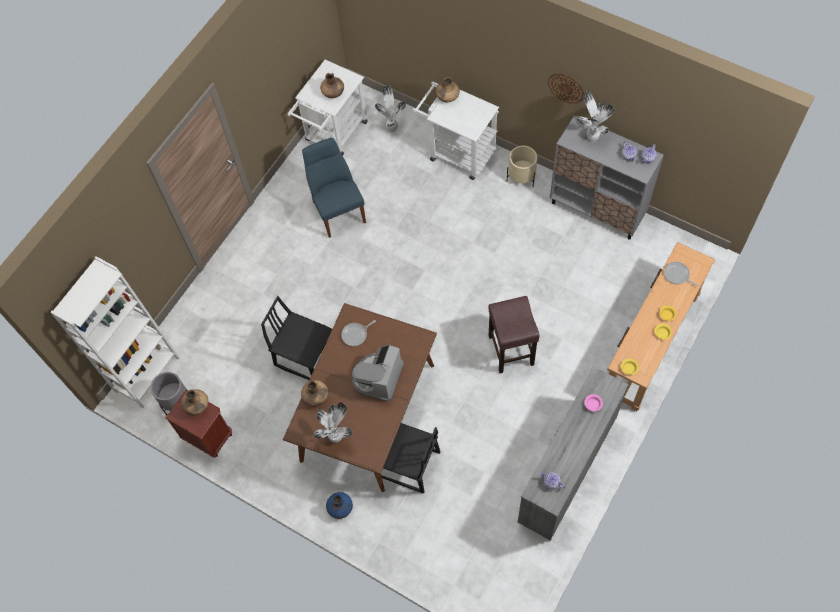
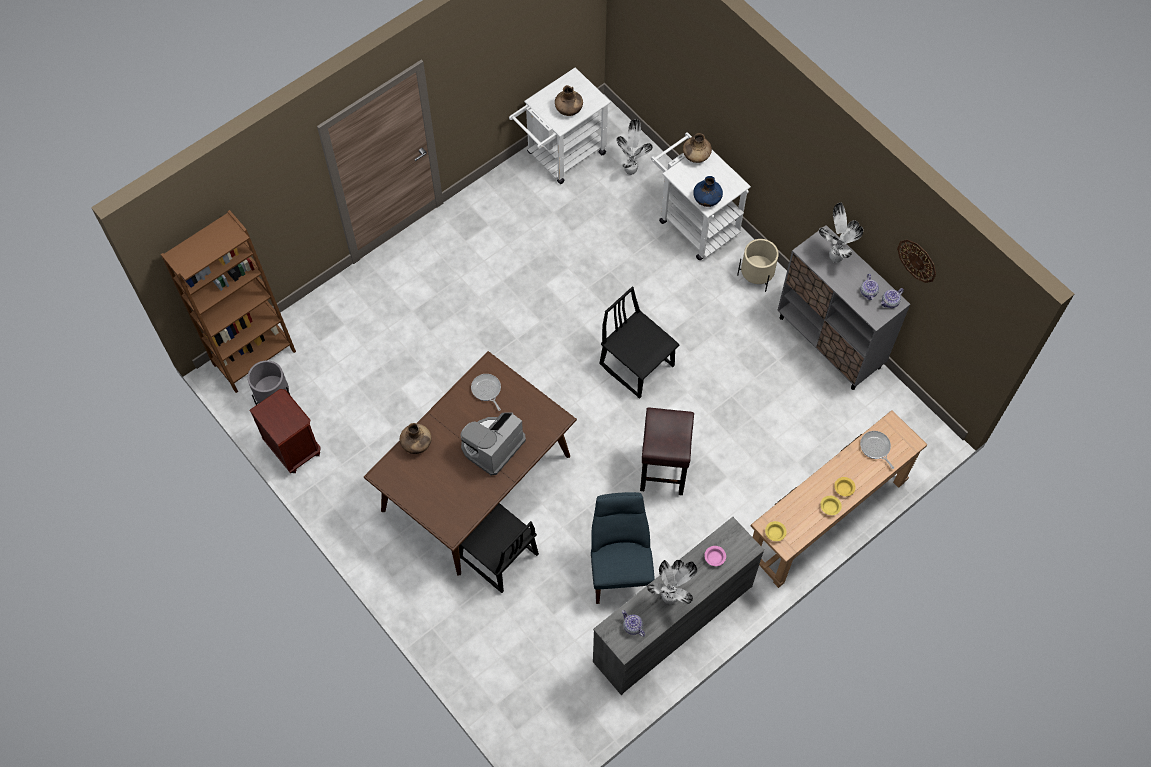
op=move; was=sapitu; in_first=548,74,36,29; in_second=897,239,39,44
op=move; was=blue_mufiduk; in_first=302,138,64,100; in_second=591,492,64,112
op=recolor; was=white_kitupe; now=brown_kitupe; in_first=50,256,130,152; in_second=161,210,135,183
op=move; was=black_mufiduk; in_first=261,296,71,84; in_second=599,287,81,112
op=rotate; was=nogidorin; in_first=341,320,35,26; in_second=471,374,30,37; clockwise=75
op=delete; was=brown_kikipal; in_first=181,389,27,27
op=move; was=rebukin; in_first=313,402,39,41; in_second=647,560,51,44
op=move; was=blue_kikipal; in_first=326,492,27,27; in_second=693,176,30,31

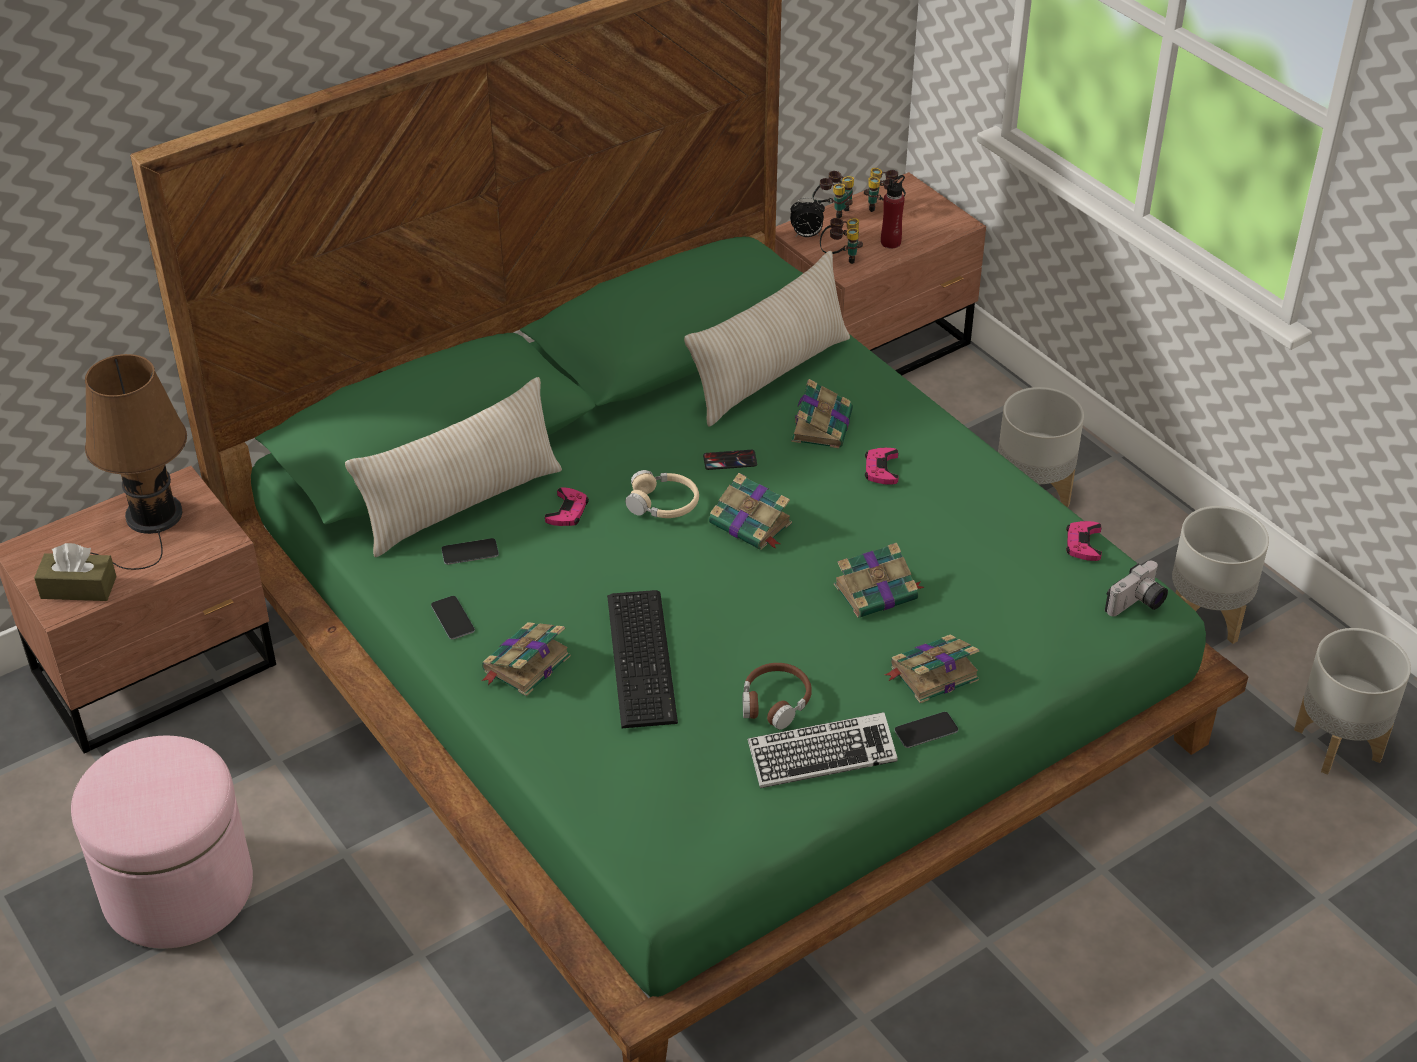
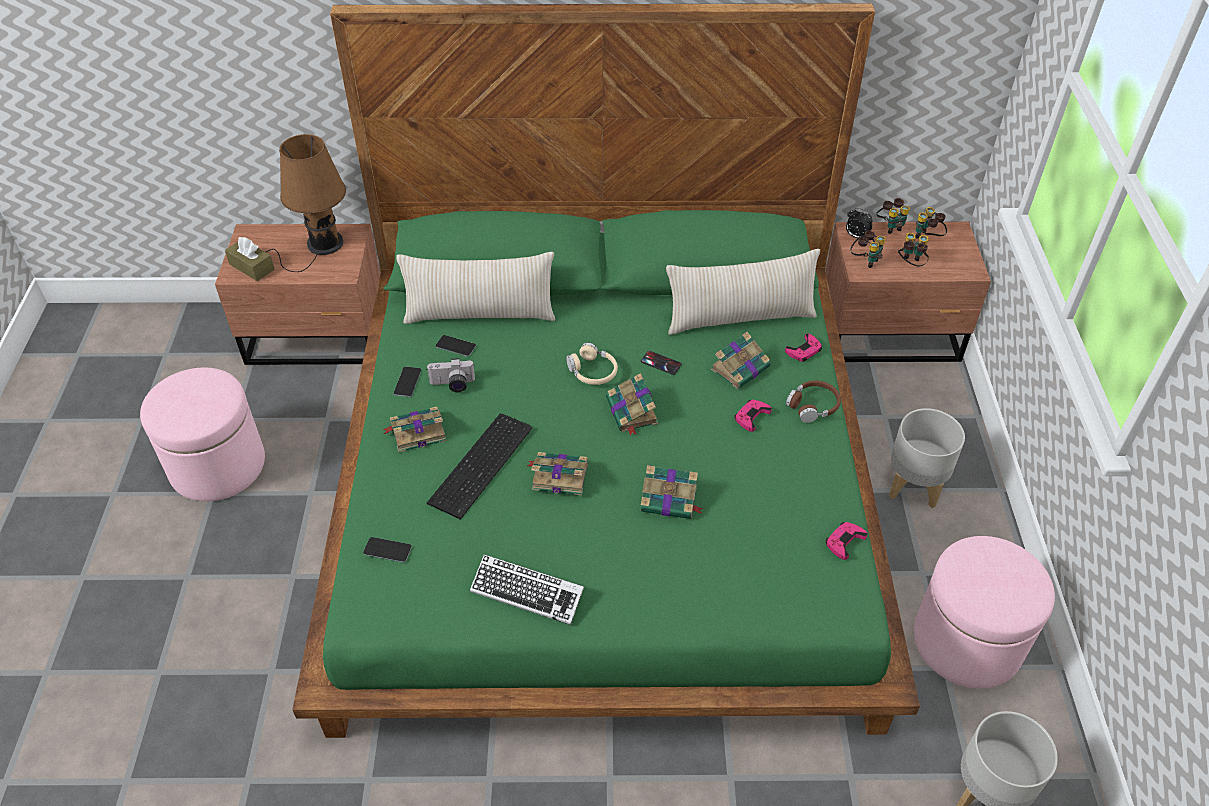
op=replace; was=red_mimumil; now=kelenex; in_first=881,175,24,73; in_second=898,233,31,34
op=move; was=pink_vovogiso; in_first=545,487,44,39; in_second=785,333,37,29
op=replace; was=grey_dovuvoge; now=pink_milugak; in_first=1172,506,97,138; in_second=914,536,141,152
op=move; was=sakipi; in_first=1105,561,63,55; in_second=426,358,49,34
op=move; was=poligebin; in_first=884,635,96,68; in_second=527,452,61,43
op=move; was=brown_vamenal; in_first=743,663,69,67; in_second=786,380,55,43
op=move; was=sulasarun; in_first=894,712,64,36; in_second=363,537,49,25

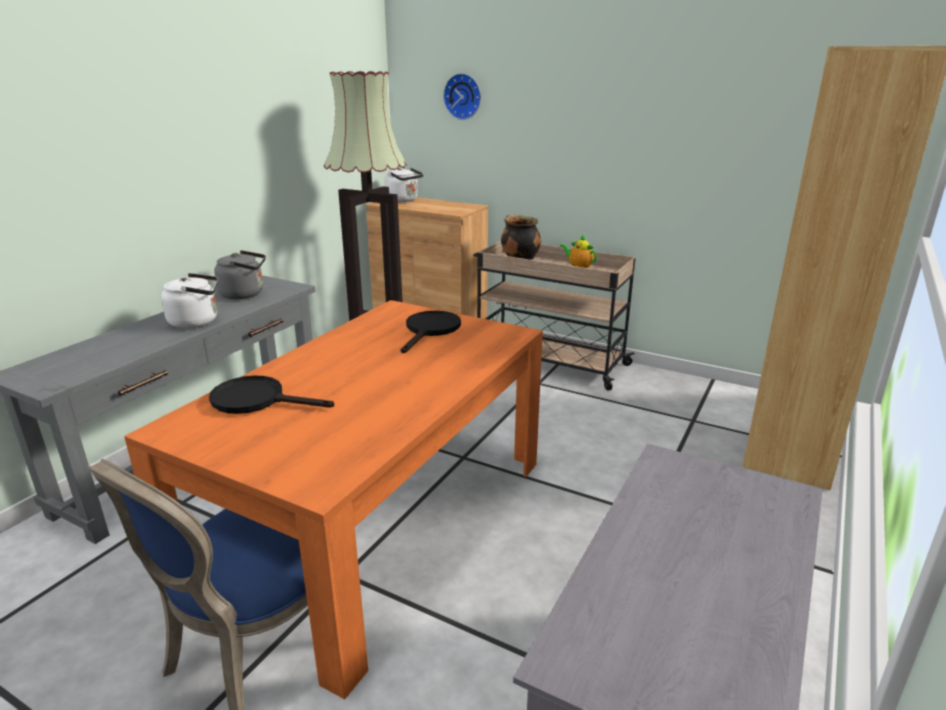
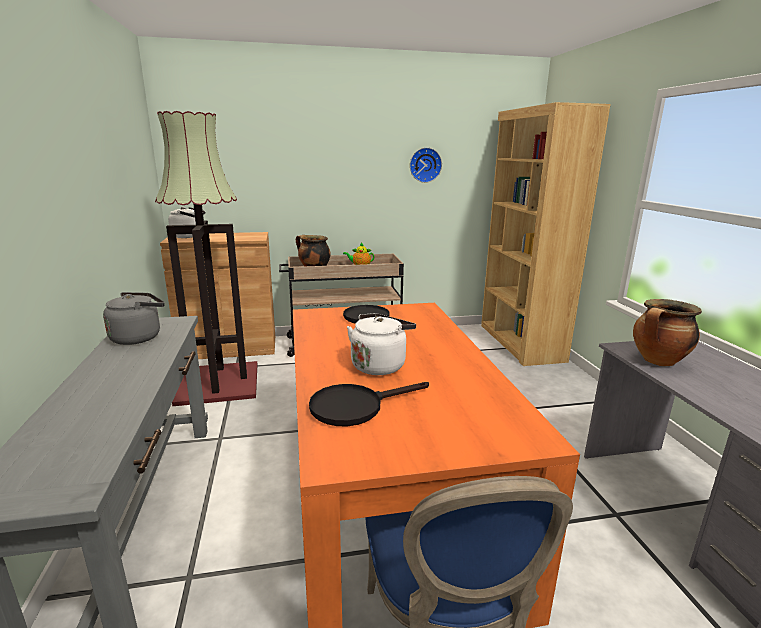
op=move; was=sapitu; in_first=443,73,38,47; in_second=410,147,32,36
op=move; was=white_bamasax; in_first=161,273,57,55; in_second=347,313,69,62
op=insert; now=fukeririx; in_second=633,299,69,67

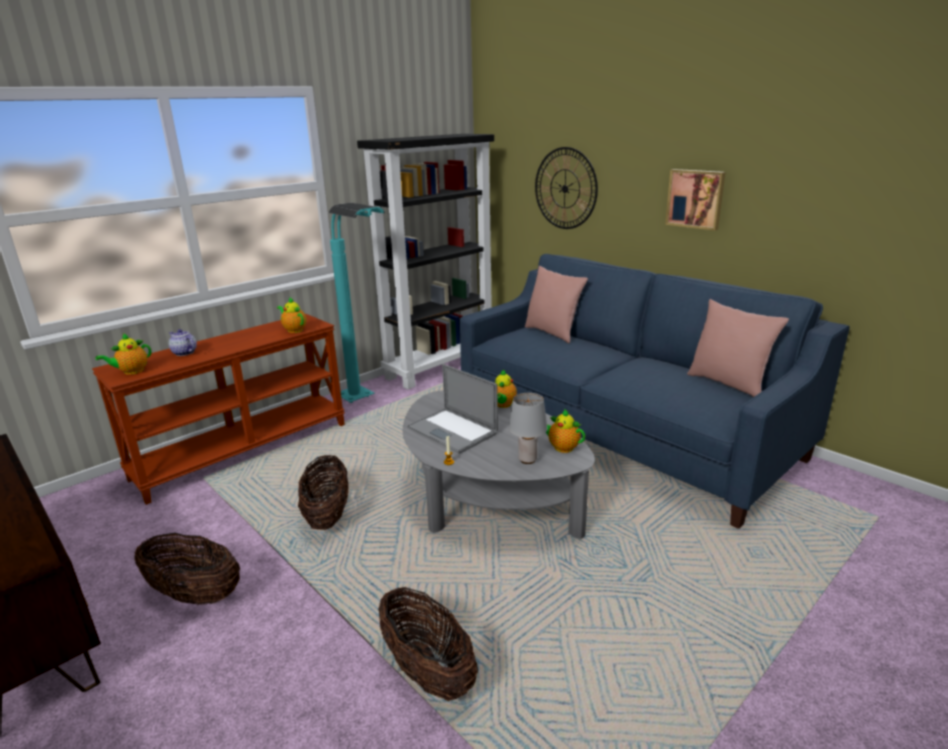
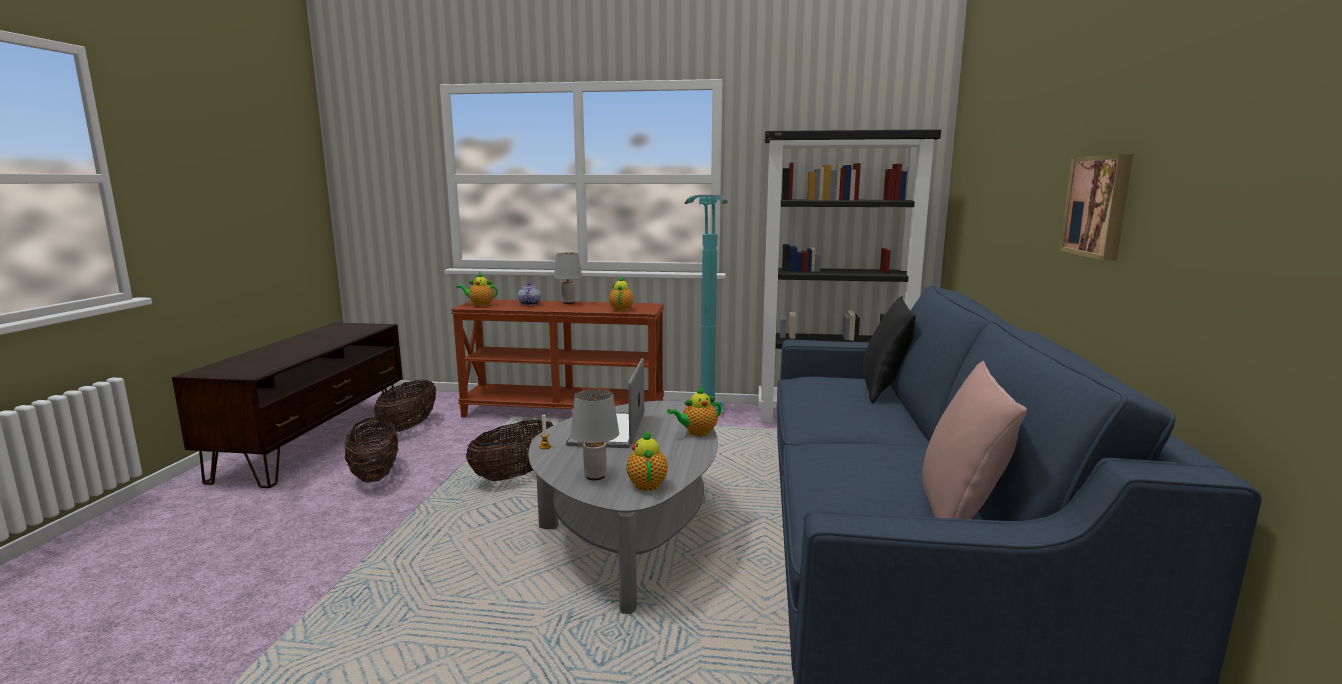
op=delete; was=sapitu; in_first=535,147,63,82
op=recolor; was=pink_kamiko; now=black_kamiko; in_first=525,265,63,78; in_second=863,296,53,107
op=move; was=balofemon; in_first=378,587,100,114; in_second=374,380,62,52
op=insert; now=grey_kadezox; in_second=554,253,28,51

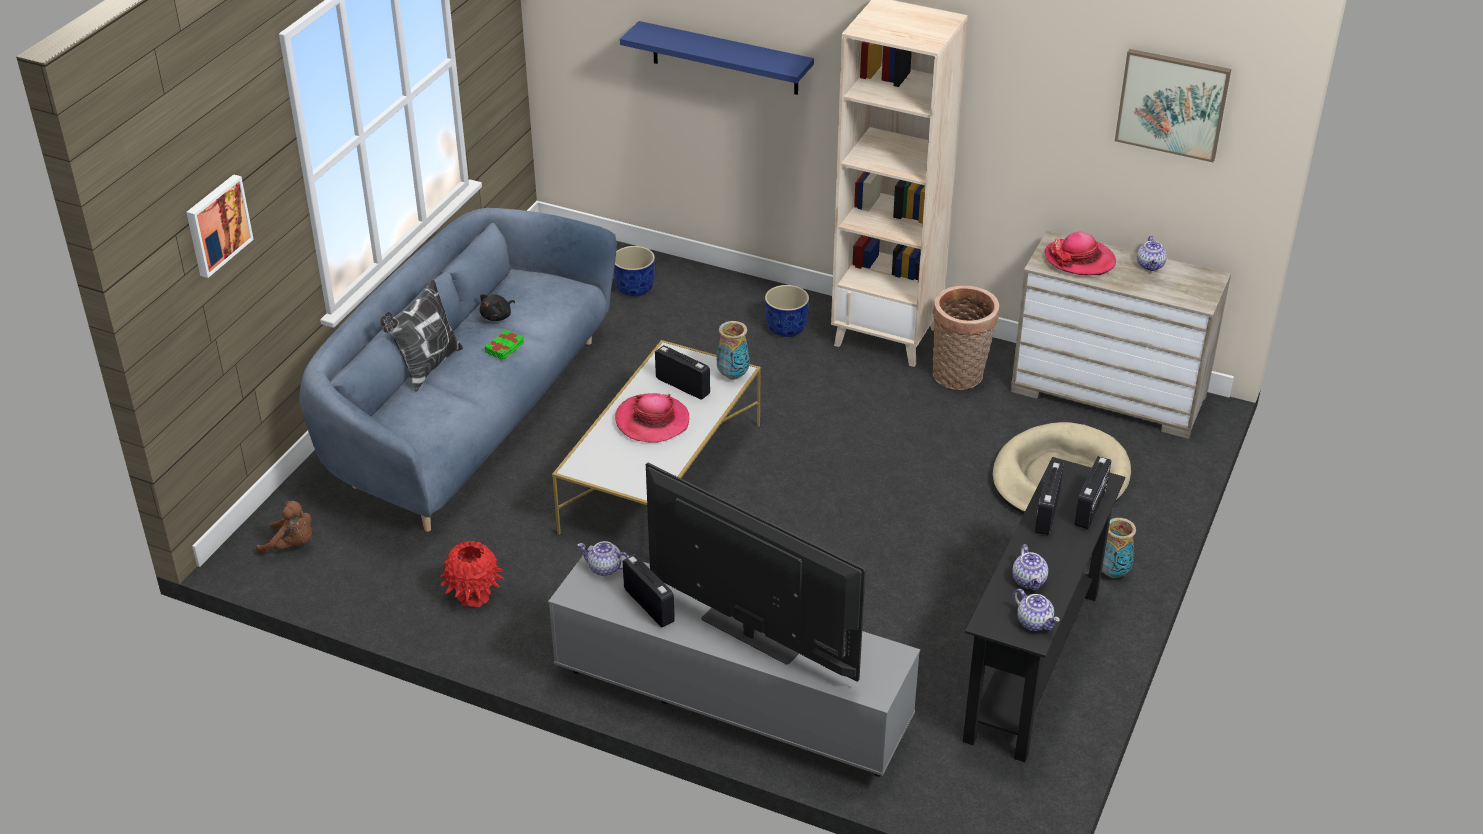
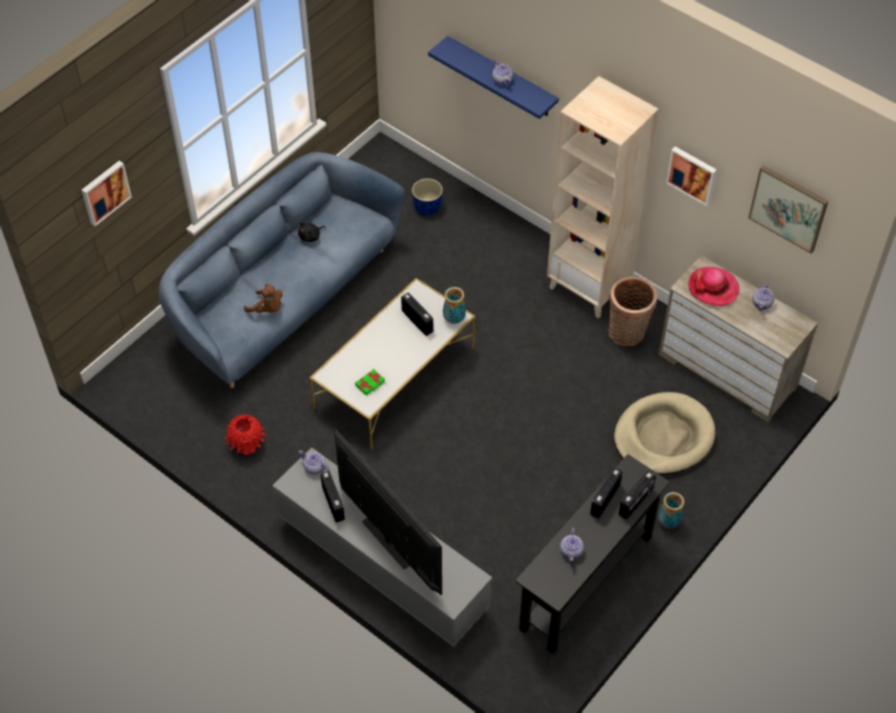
op=delete; was=kamiko; in_first=380,279,83,113
op=delete; was=blue_dovuvoge; in_first=765,285,44,52
op=move; was=green_poligebin; in_first=485,329,39,31; in_second=355,369,30,26
op=delete; was=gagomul; in_first=615,393,74,49
op=move; was=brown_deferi; in_first=256,501,56,54; in_second=244,284,39,29
op=move; was=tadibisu; in_first=1014,589,46,42; in_second=492,60,21,26
op=insert; now=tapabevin; in_second=666,147,51,59

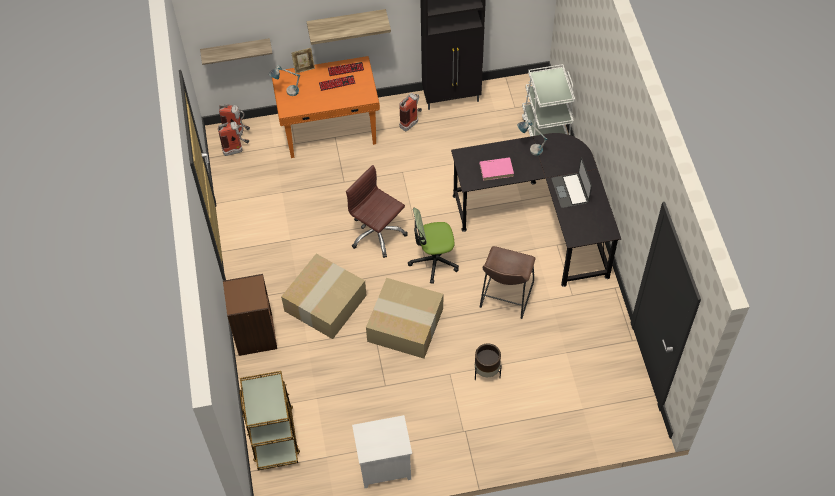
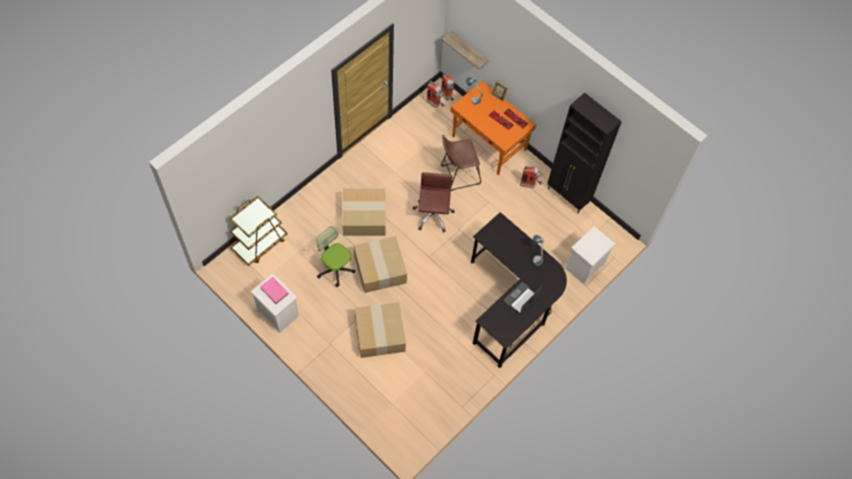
op=delete; was=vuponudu; in_first=307,9,84,36
op=replace; was=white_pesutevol; now=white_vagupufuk; in_first=522,64,53,73; in_second=565,226,50,58
op=move; was=pink_poligebin; in_first=479,157,35,24; in_second=260,277,29,27
op=move; was=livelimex; in_first=408,208,51,76; in_second=317,226,38,61
op=move; was=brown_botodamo; in_first=480,246,56,73; in_second=441,135,40,56
op=delete; was=brown_kitupe; in_first=223,274,54,82
op=replace; was=brown_dovuvoge; now=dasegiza; in_first=475,343,27,37; in_second=354,302,52,56

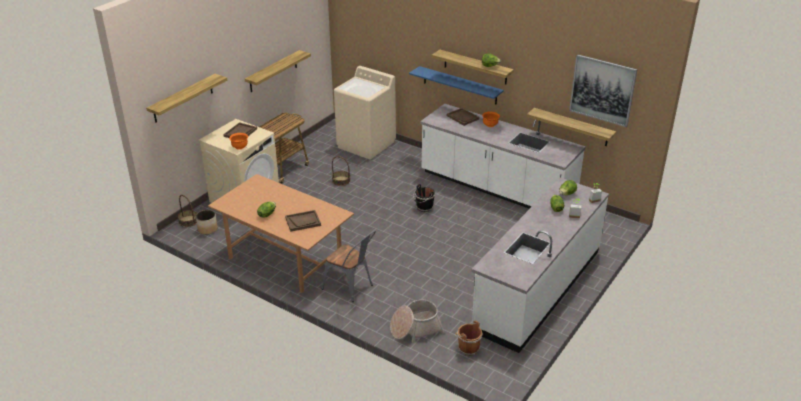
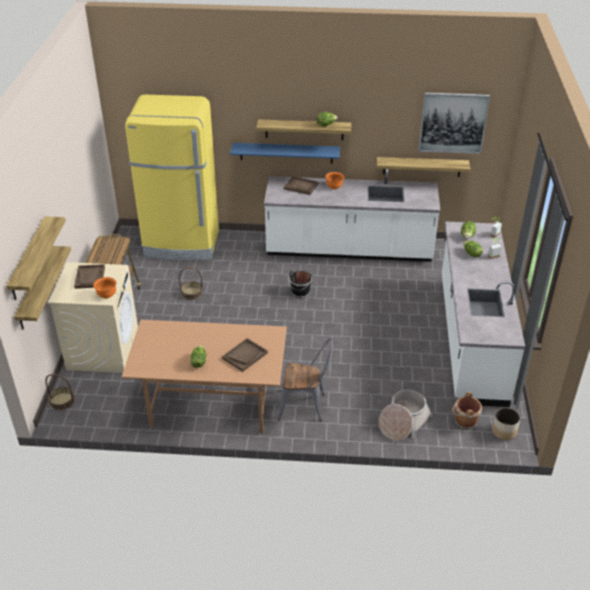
op=move; was=vuponudu; in_first=245,50,66,42; in_second=14,246,57,84
op=replace; was=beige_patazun; now=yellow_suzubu; in_first=334,66,62,93; in_second=125,94,94,167
op=move; was=dovuvoge; in_first=196,210,22,25; in_second=492,407,28,33

